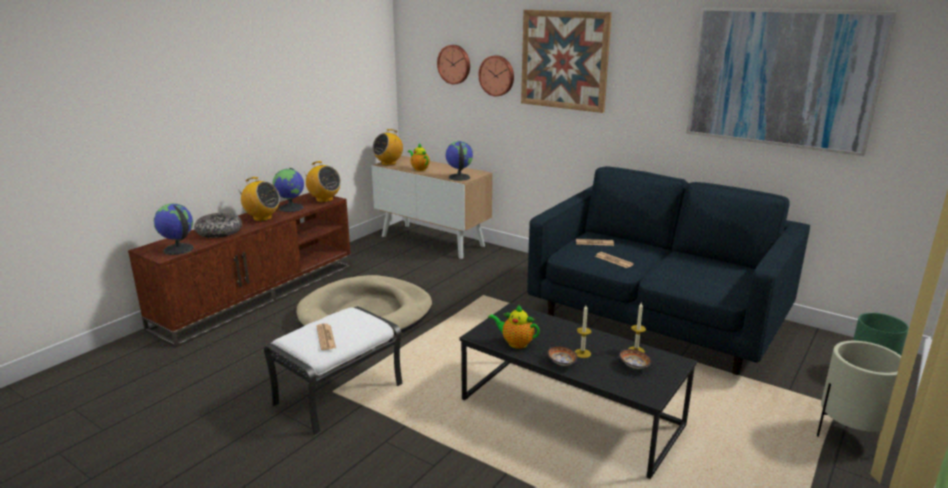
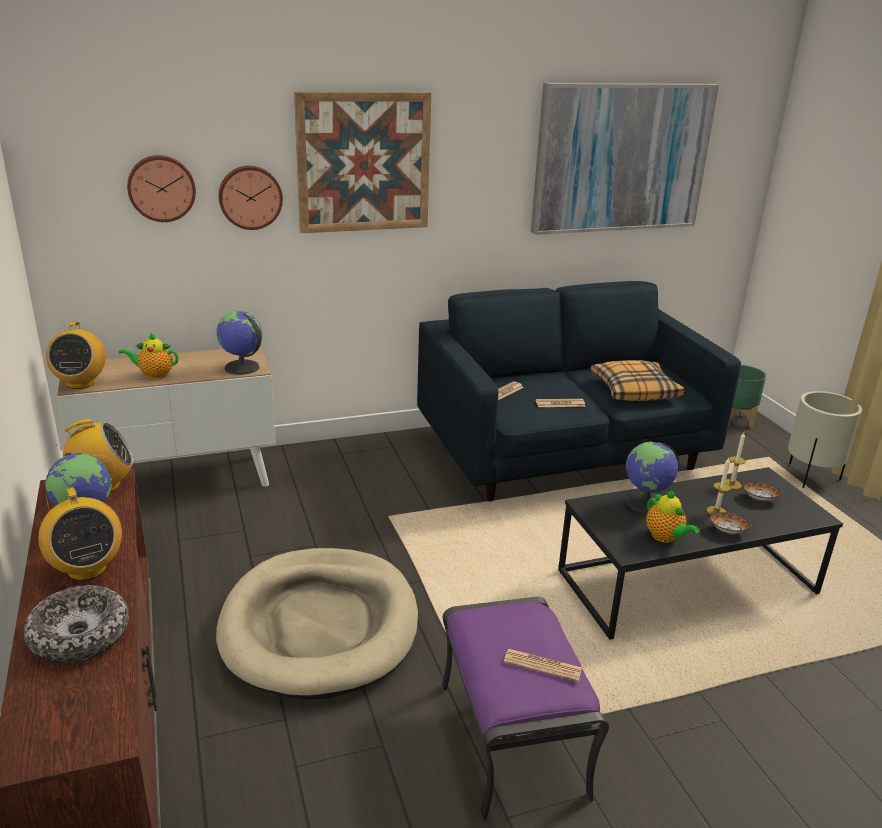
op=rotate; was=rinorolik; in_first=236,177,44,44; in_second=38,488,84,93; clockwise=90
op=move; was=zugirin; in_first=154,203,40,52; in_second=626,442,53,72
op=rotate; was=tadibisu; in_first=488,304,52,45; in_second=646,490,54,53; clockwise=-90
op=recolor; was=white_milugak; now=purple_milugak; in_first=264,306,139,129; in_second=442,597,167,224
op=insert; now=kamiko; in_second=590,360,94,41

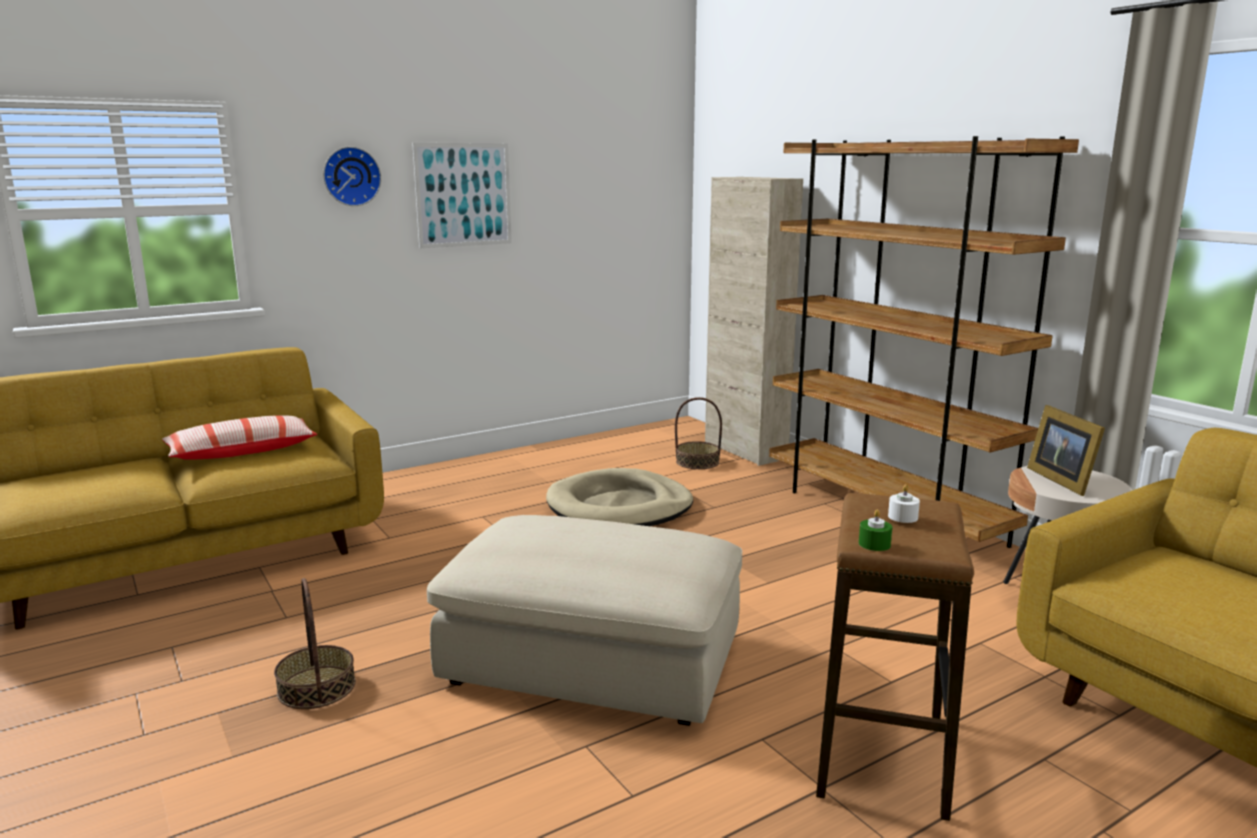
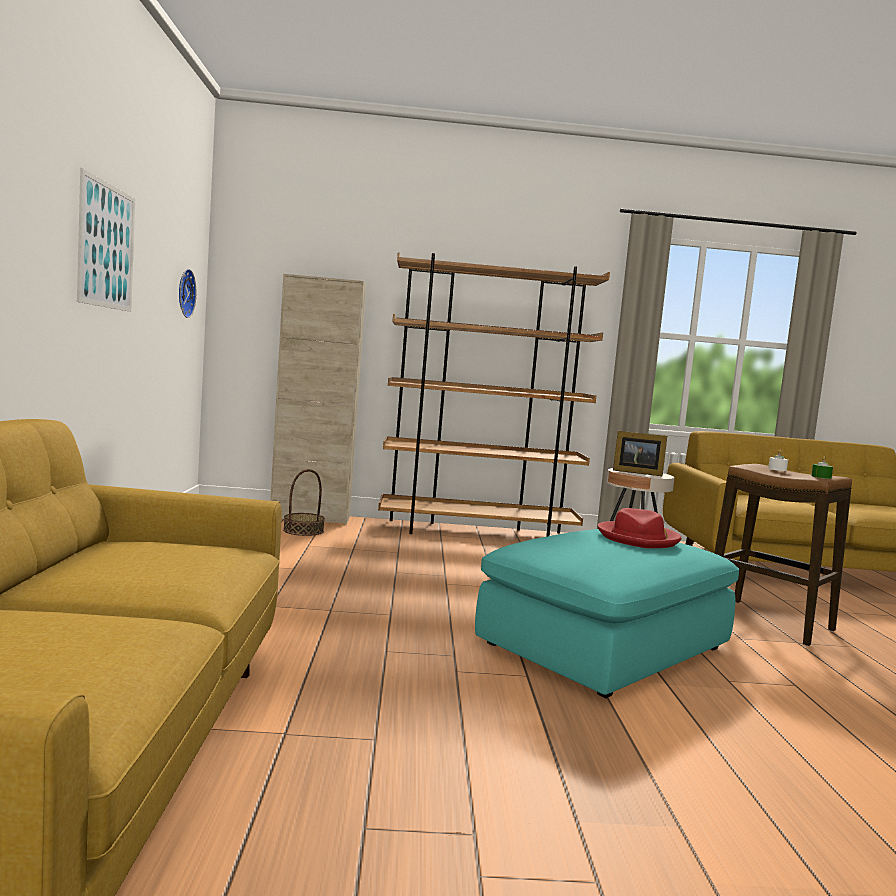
op=move; was=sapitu; in_first=323,147,58,59; in_second=179,269,17,49
op=delete; was=kamiko; in_first=162,416,155,44
op=delete; was=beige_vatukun; in_first=546,468,147,58
op=recolor; was=beige_milugak; now=turquoise_milugak; in_first=427,515,315,211; in_second=475,529,264,169
op=delete; was=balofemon; in_first=274,578,82,131
op=insert; now=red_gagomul; in_second=598,508,83,40

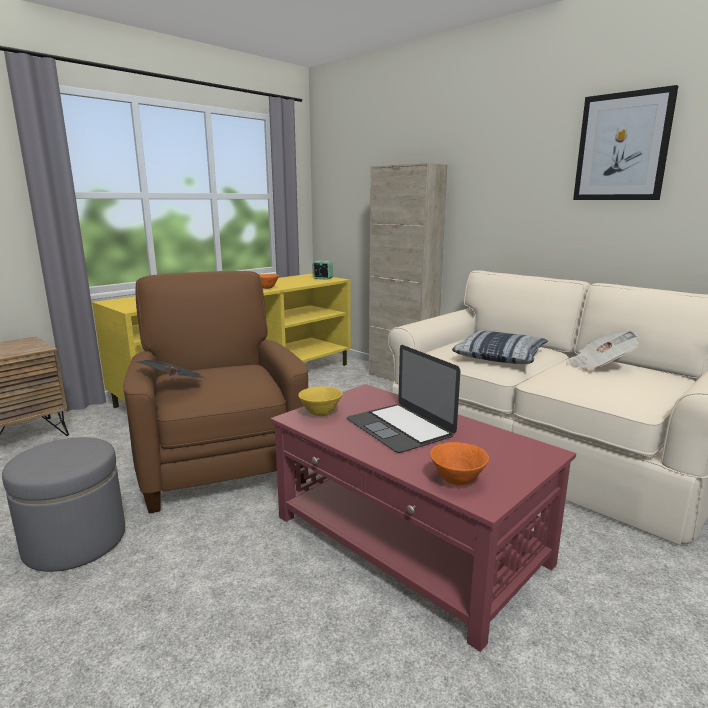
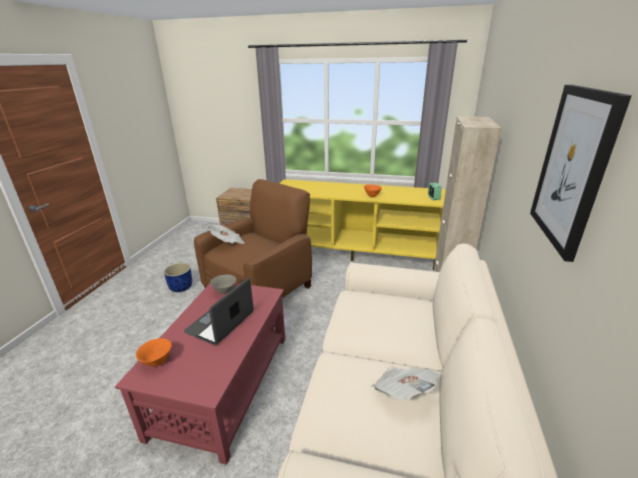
op=delete; was=kamiko; in_first=452,330,96,34
op=recolor; was=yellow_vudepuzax; now=grey_vudepuzax; in_first=298,386,45,30; in_second=210,274,26,20
op=replace; was=grey_milugak; now=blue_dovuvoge; in_first=2,437,123,135; in_second=164,263,28,29

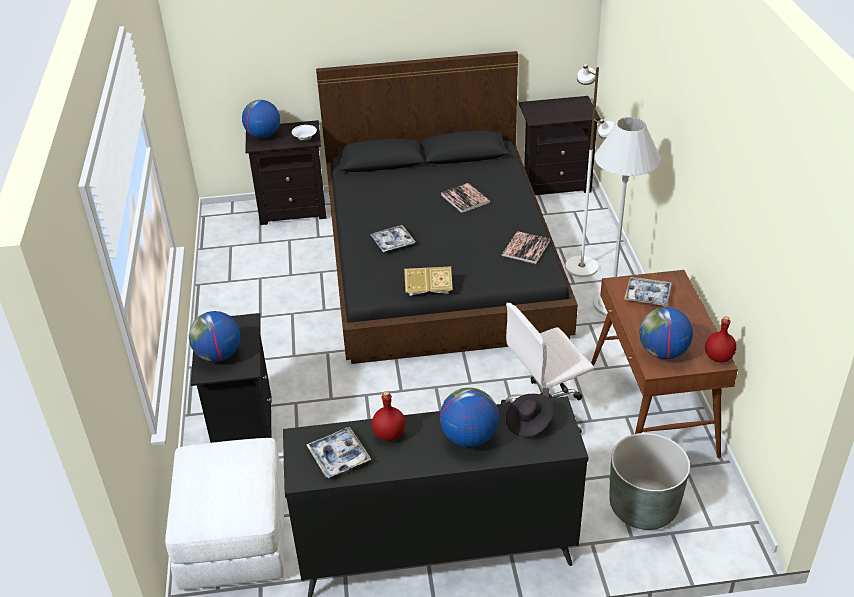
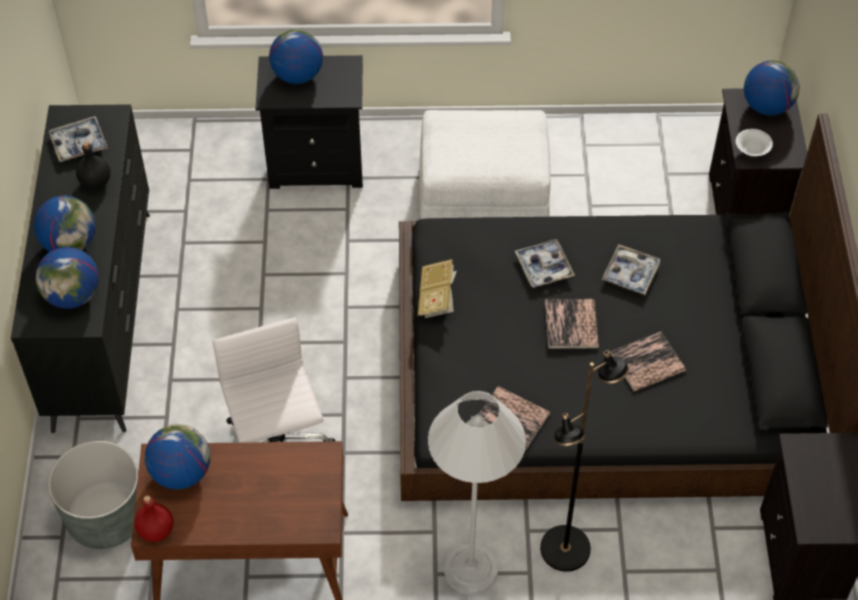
op=recolor; was=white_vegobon; now=black_vegobon; in_first=565,64,50,213; in_second=540,350,89,222
op=move; was=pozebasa; in_first=624,277,48,30; in_second=601,244,60,51
op=recolor; was=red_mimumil; now=black_mimumil; in_first=372,391,34,50; in_second=76,142,35,48
op=replace; was=black_gagomul; now=zugirin; in_first=506,394,48,43; in_second=36,247,63,62
op=move; was=white_milugak; in_first=165,438,119,152; in_second=419,110,132,109
op=insert; now=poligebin; in_second=545,299,54,50

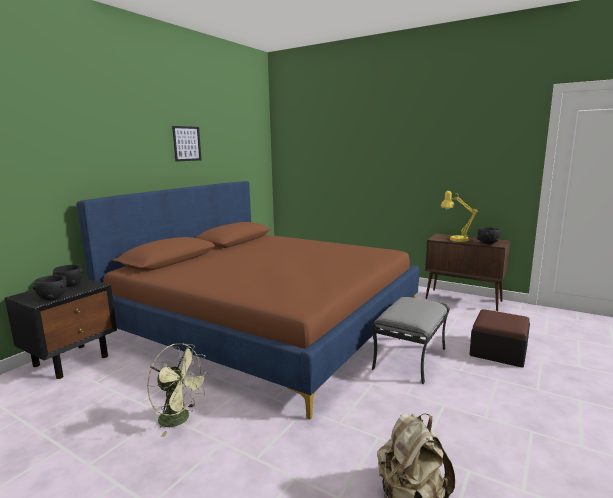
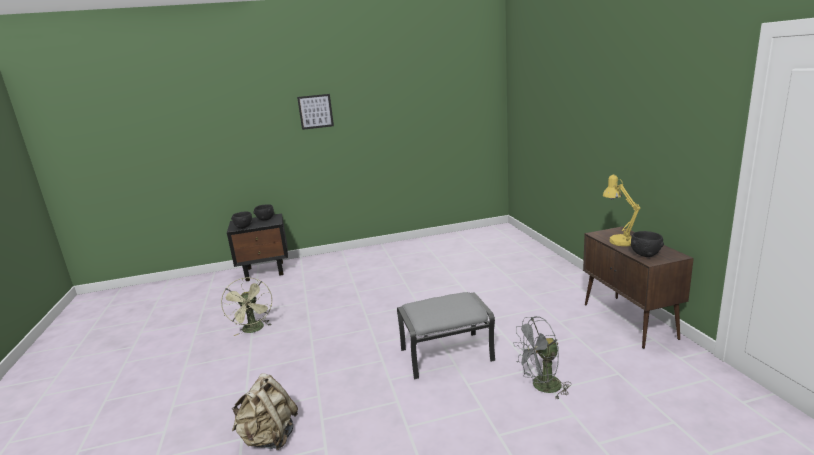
op=move; was=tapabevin; in_first=172,126,29,36; in_second=297,94,37,36
op=delete; was=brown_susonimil; in_first=76,181,343,239
op=replace; was=milugak; now=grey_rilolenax; in_first=469,309,61,59; in_second=513,316,58,83

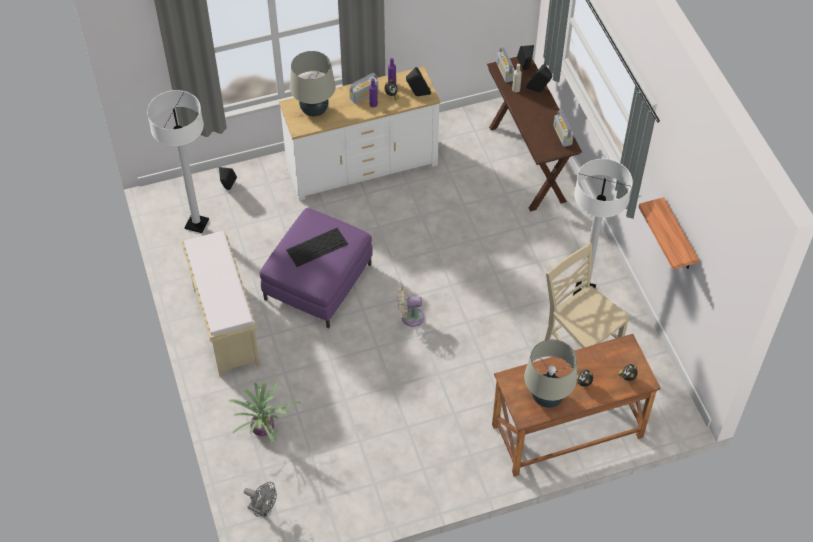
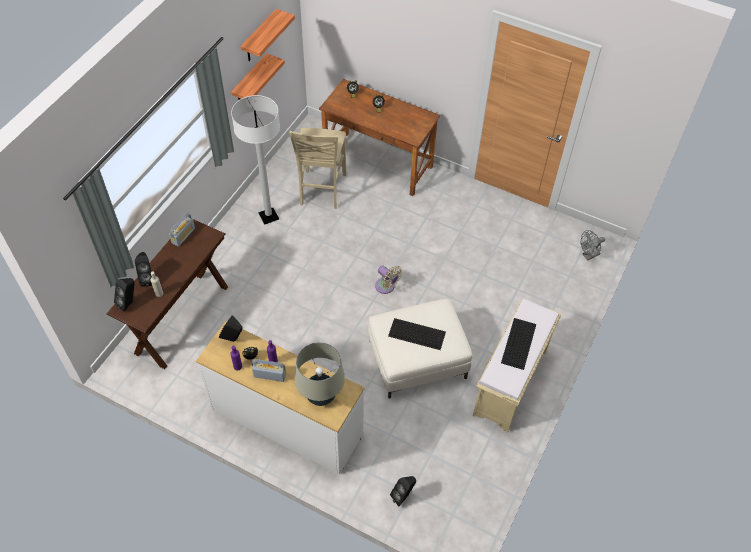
op=delete; was=rinorolik; in_first=497,47,18,36
op=delete; was=white_vegobon; in_first=147,90,62,143
op=recolor; was=purple_milugak; now=white_milugak; in_first=260,208,113,121; in_second=368,299,104,99
op=delete; was=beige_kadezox; in_first=524,339,53,69
op=delete; was=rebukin; in_first=228,380,74,65
op=rotate; was=grey_rilolenax; in_first=244,482,33,35; in_second=581,230,24,30; clockwise=-105
op=insert; now=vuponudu; in_second=241,9,54,52
op=insert; now=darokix; in_second=501,318,35,52

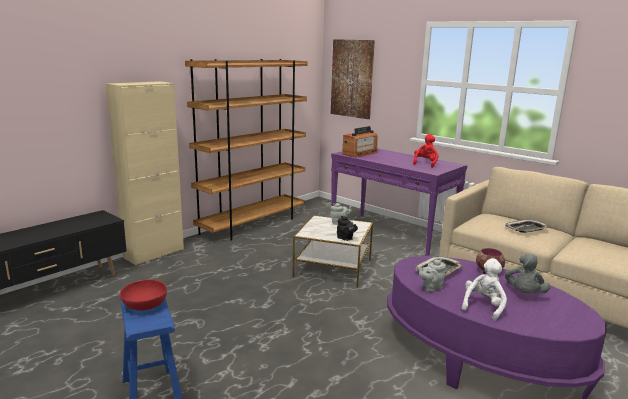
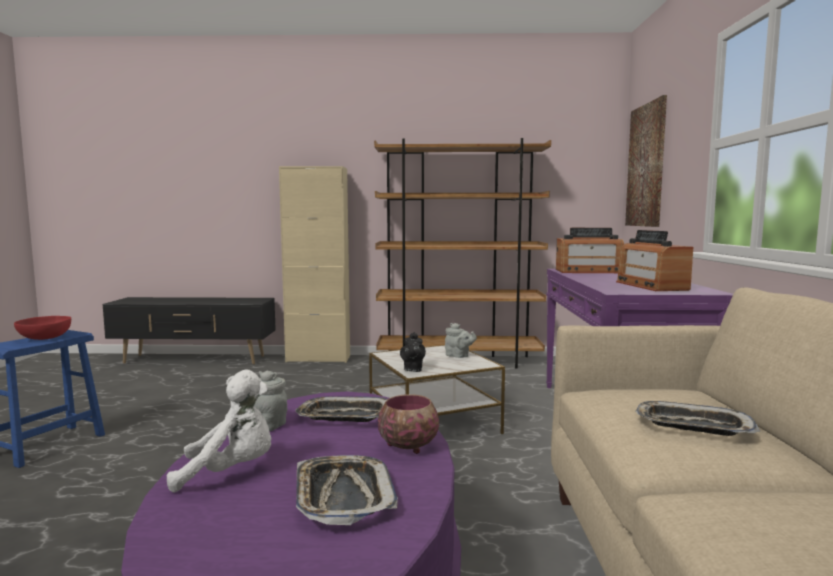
op=replace; was=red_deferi; now=rinorolik; in_first=413,134,26,34; in_second=616,230,77,61
op=replace; was=grey_deferi; now=pozebasa; in_first=505,253,45,40; in_second=296,455,102,70

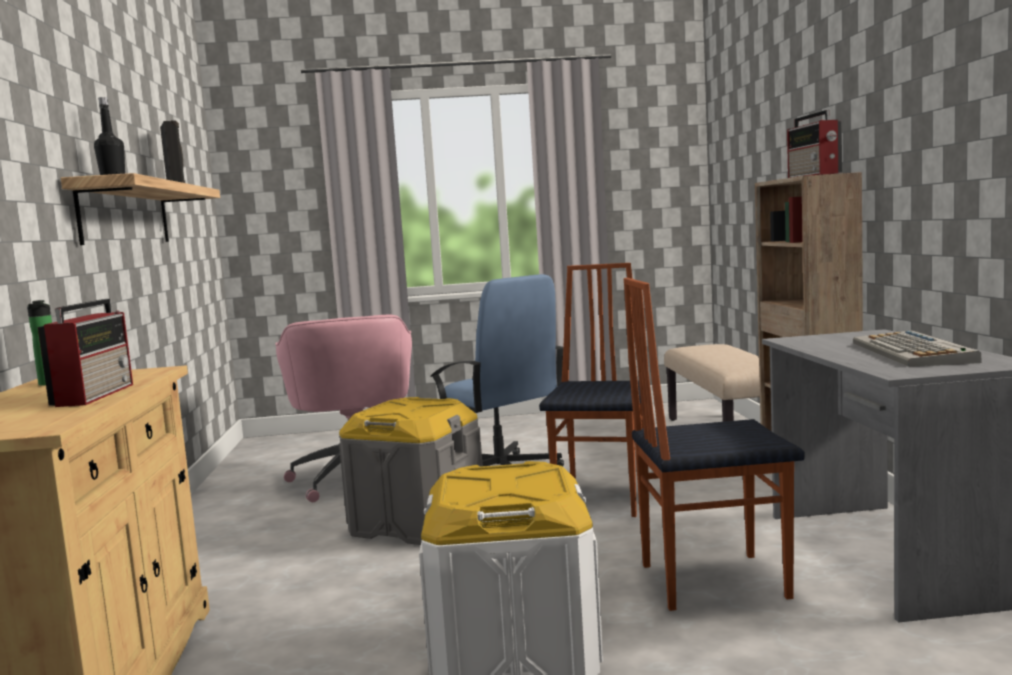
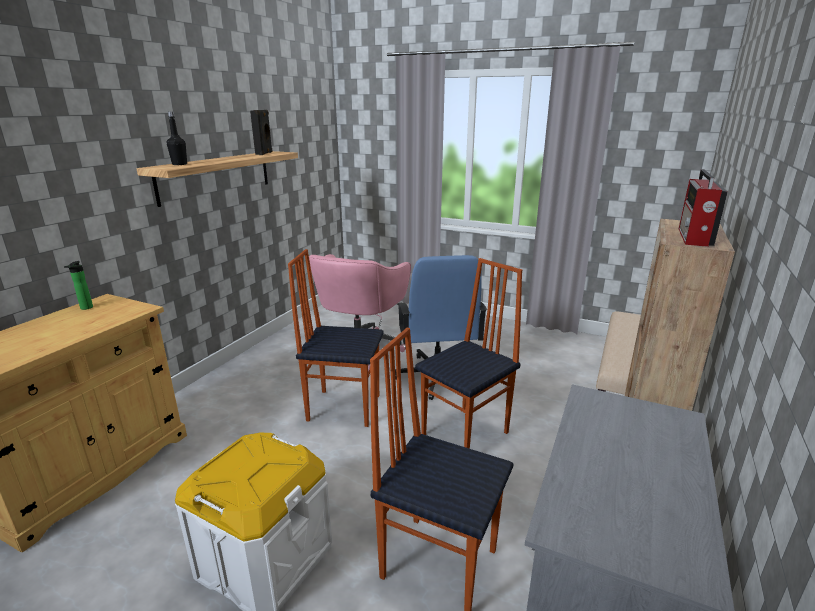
op=delete; was=rinorolik; in_first=38,299,95,108
op=delete; was=darokix; in_first=853,330,129,37
op=replace; was=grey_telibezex; now=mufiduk; in_first=339,397,144,148; in_second=288,249,95,178

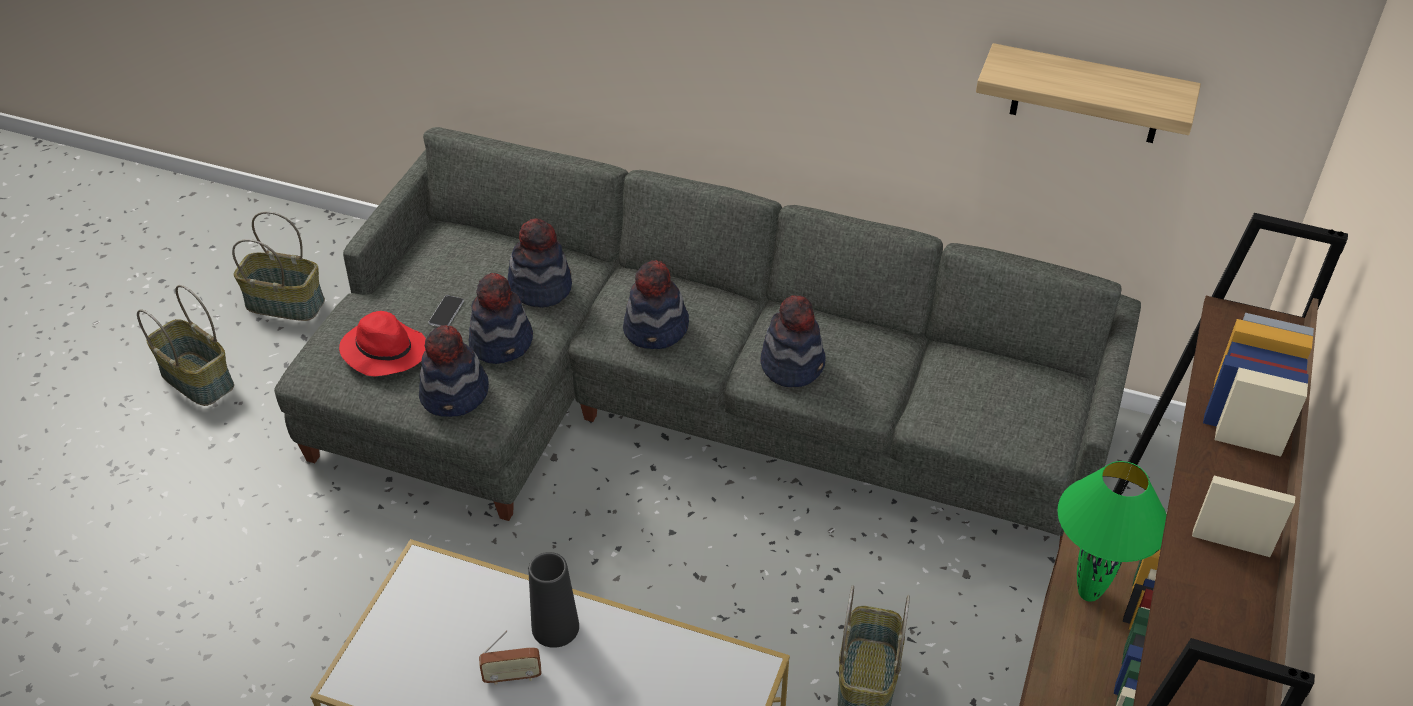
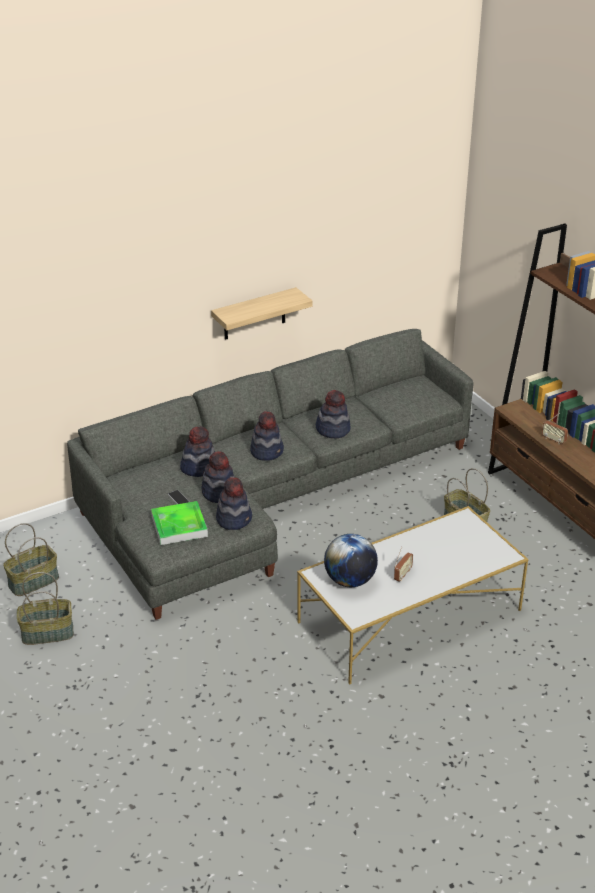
op=move; was=vuponudu; in_first=976,43,225,100; in_second=211,287,102,53
op=replace; was=red_gagomul; now=pozebasa; in_first=339,311,87,65; in_second=151,501,57,44
op=delete; was=green_kadezox; in_first=1057,461,110,141
op=delete; was=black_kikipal; in_first=529,552,50,96
op=insert; now=rinorolik; in_second=542,413,26,32
op=insert; now=zugirin; in_second=324,534,54,53

